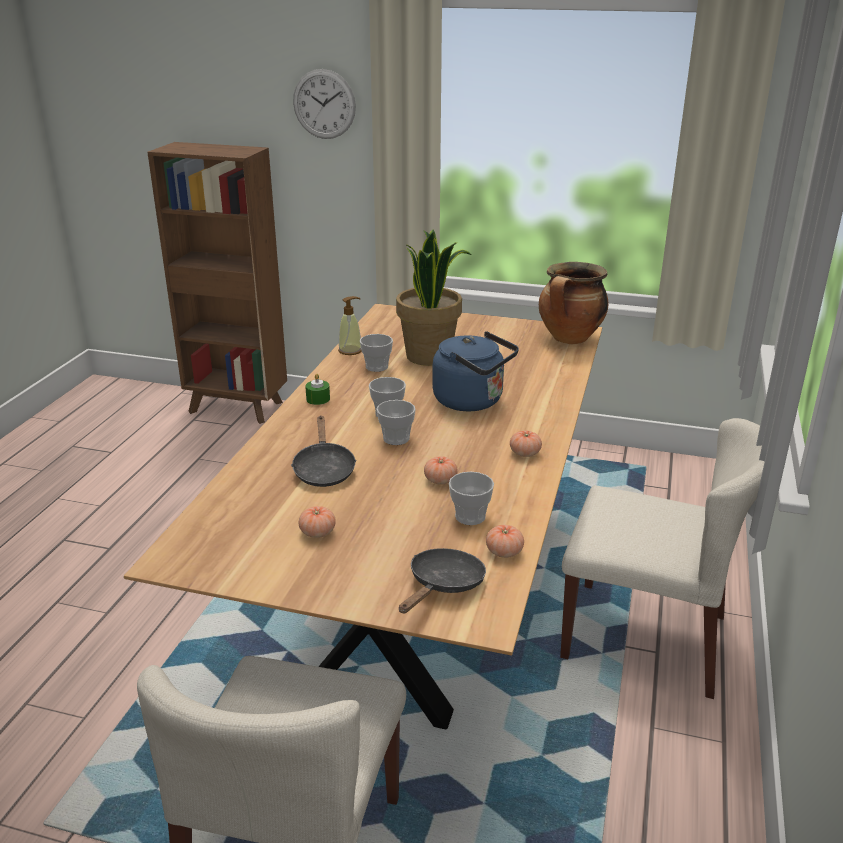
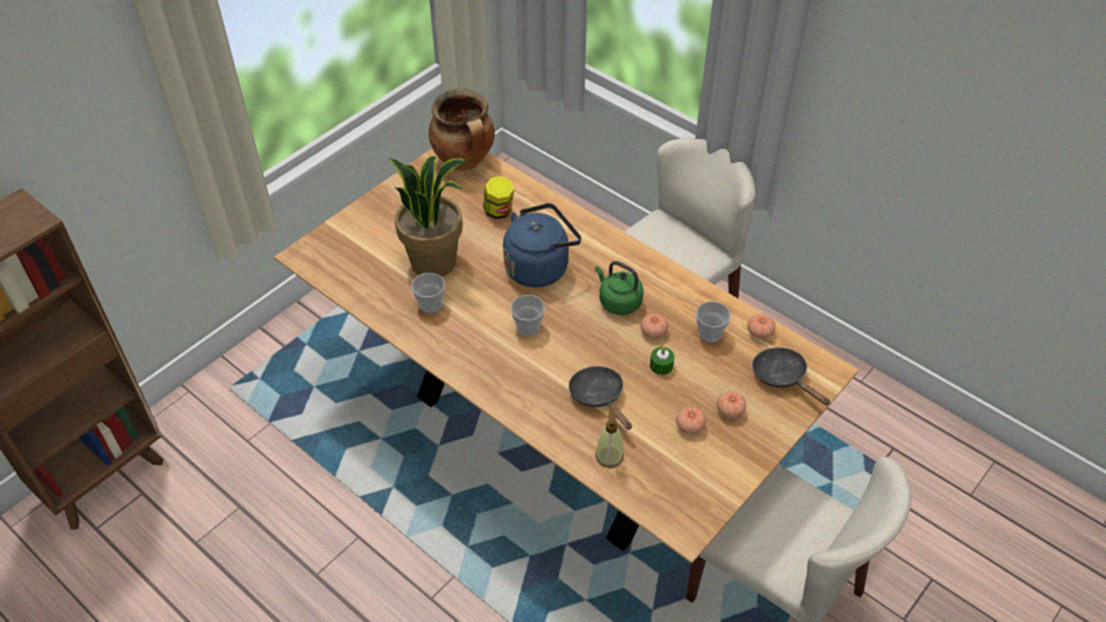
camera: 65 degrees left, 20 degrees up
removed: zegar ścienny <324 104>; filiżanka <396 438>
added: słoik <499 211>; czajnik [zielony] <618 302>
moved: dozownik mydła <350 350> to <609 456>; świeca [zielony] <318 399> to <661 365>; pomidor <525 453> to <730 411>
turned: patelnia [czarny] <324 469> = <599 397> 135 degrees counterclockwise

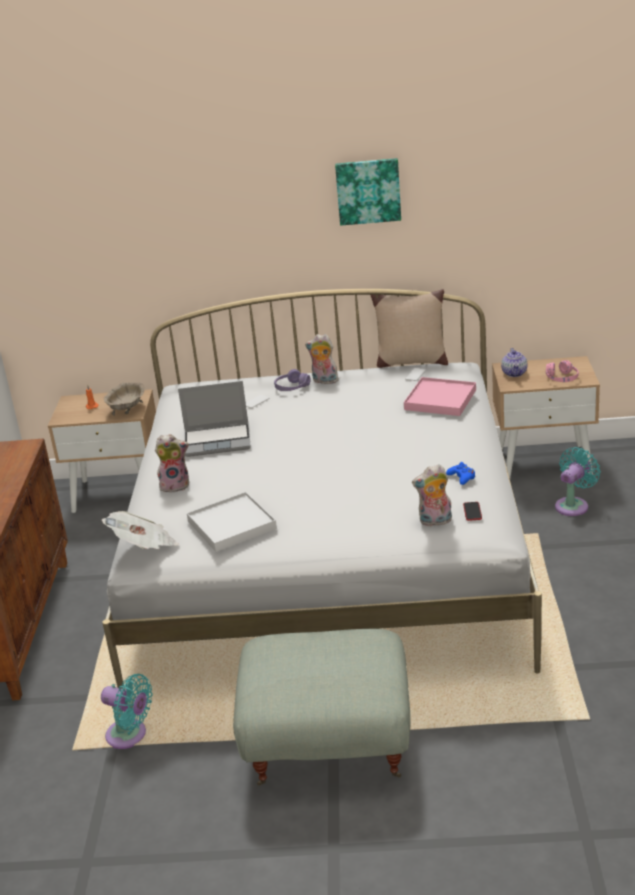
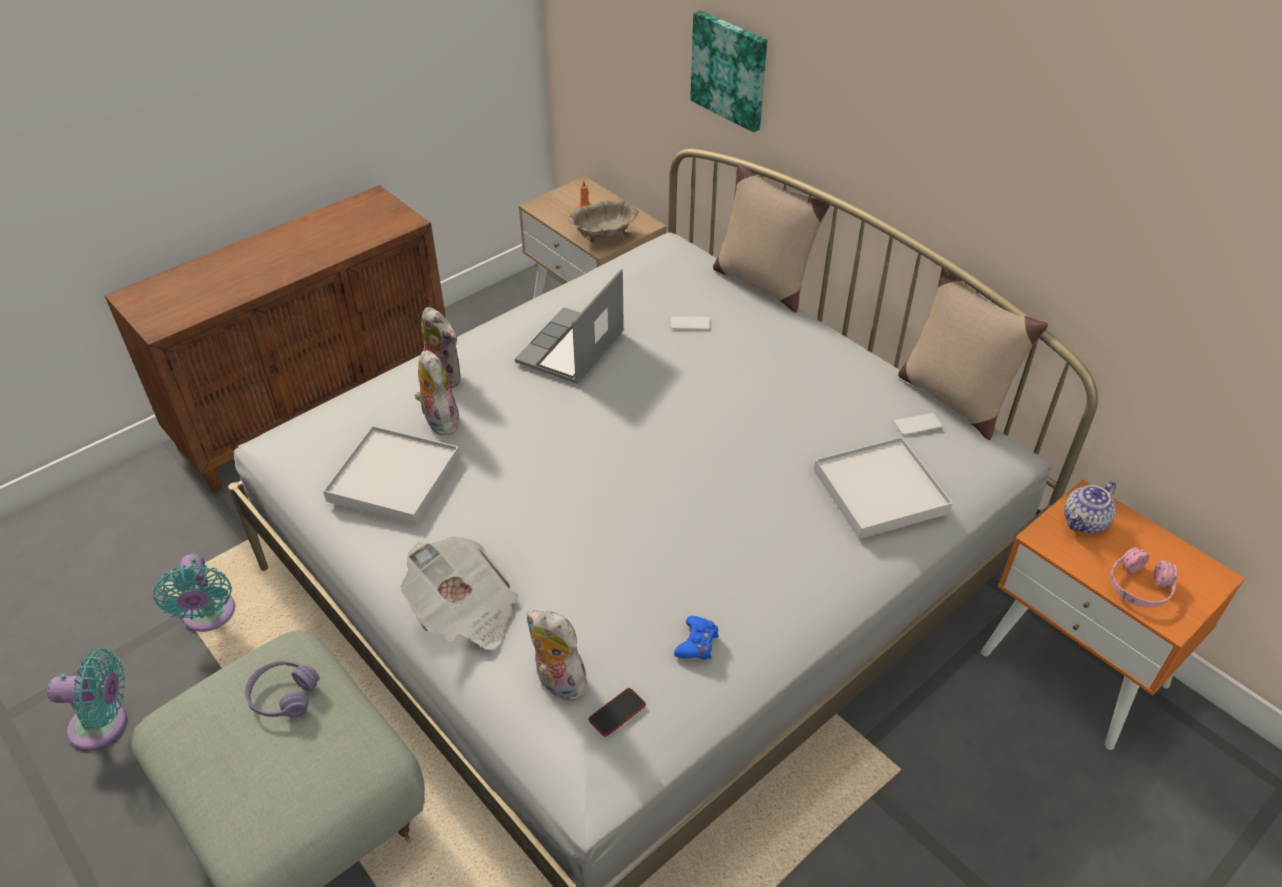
camera: 45 degrees right, 15 degrees up
added: poduszka [beżowy] <762 282>
moved: obraz <368 191> to <730 70>; pluszak <324 381> to <439 421>; słuchawki [fioletowy] <292 387> to <284 696>; wentylator [turkusowy] <573 505> to <104 725>; gazeta <144 546> to <464 612>
recoloured: szafka nocna [beżowy] <544 462> to szafka nocna [pomarańczowy] <1075 668>; taca [różowy] <440 400> to taca [biały] <880 491>
turned: laptop <218 441> = <571 349> 75 degrees clockwise

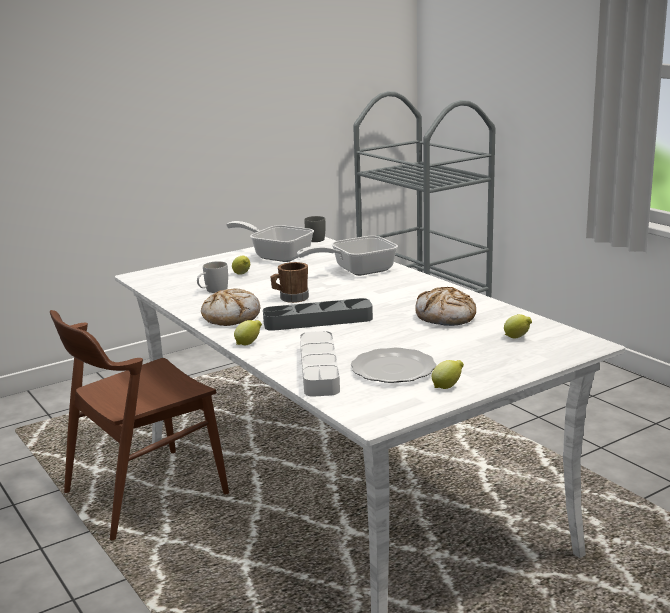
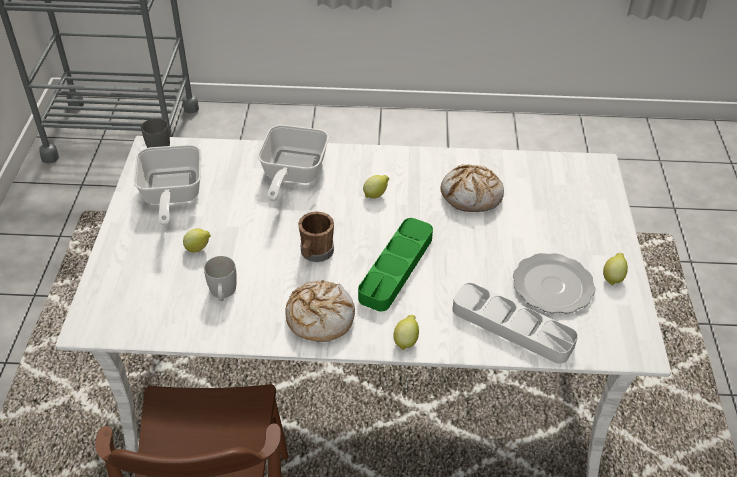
camera: 55 degrees left, 25 degrees up
moved: cytryna <517 338> to <376 195>
recoloured: taca [szary] <318 320> to taca [zielony] <396 268>
turned: patelnia <277 255> = <171 196> 75 degrees counterclockwise

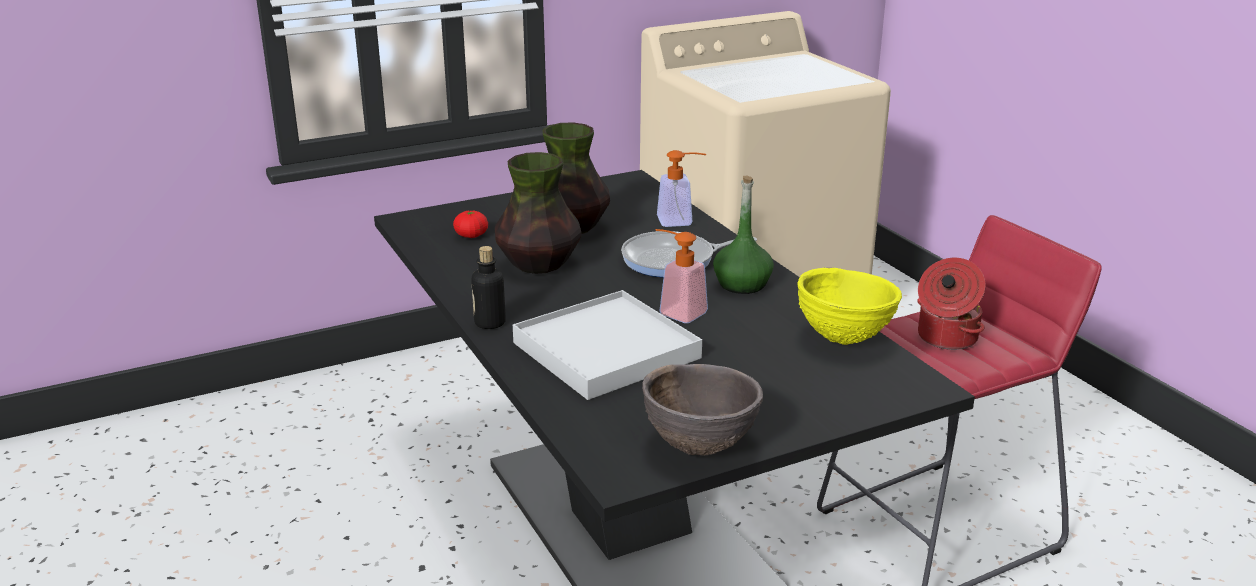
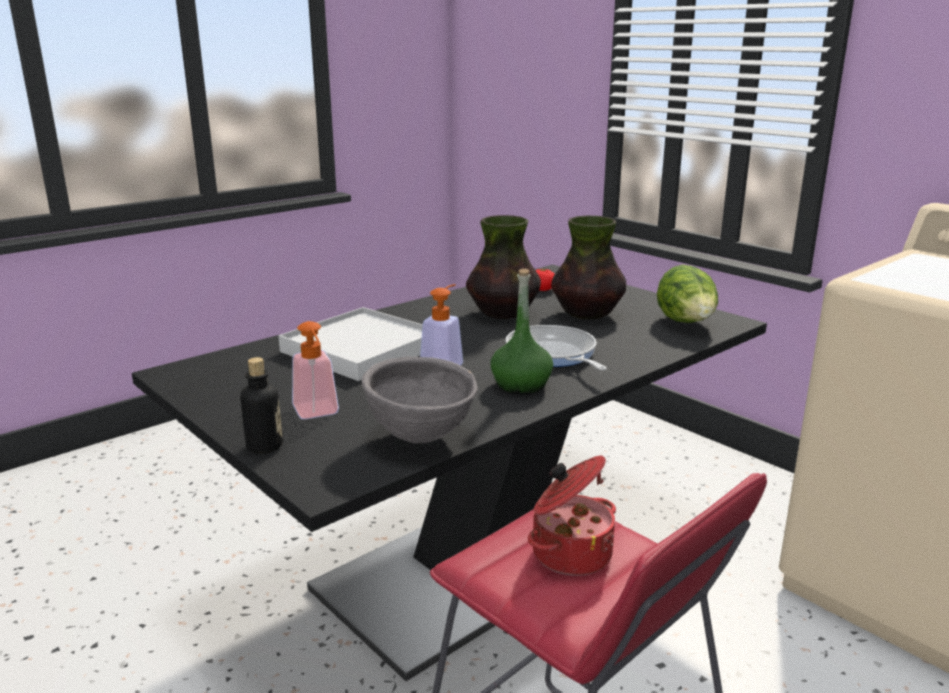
camera: 75 degrees right, 5 degrees down
removed: miska [brązowy] <700 447>
added: sałata <686 323>
moved: dozownik mydła <681 221> to <317 414>; butelka <490 323> to <264 446>
recoloured: miska [żółty] <844 339> to miska [szary] <421 438>

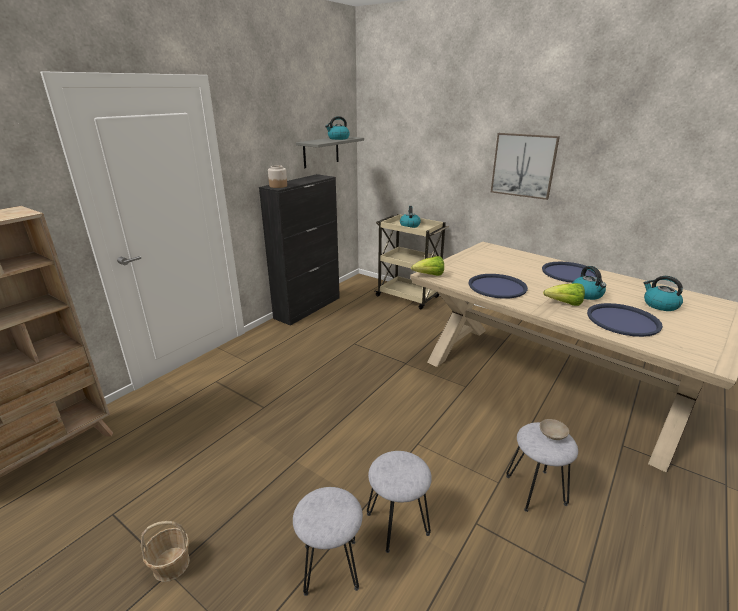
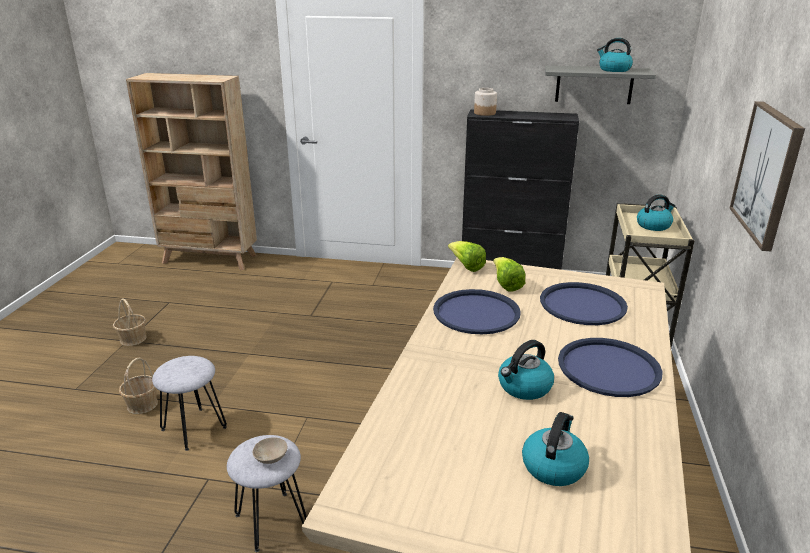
camera: 65 degrees right, 0 degrees up
moved: sałata <564 304> to <506 285>; taca [niebieski] <623 320> to <582 305>
replaced: stołek [szary] <330 567> to koszyk <142 405>

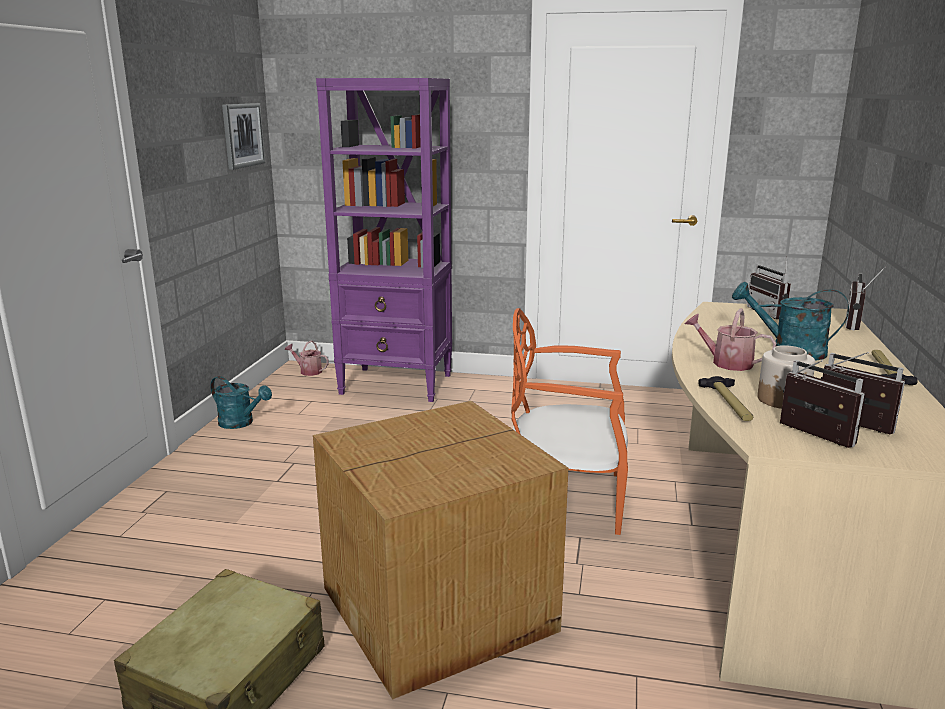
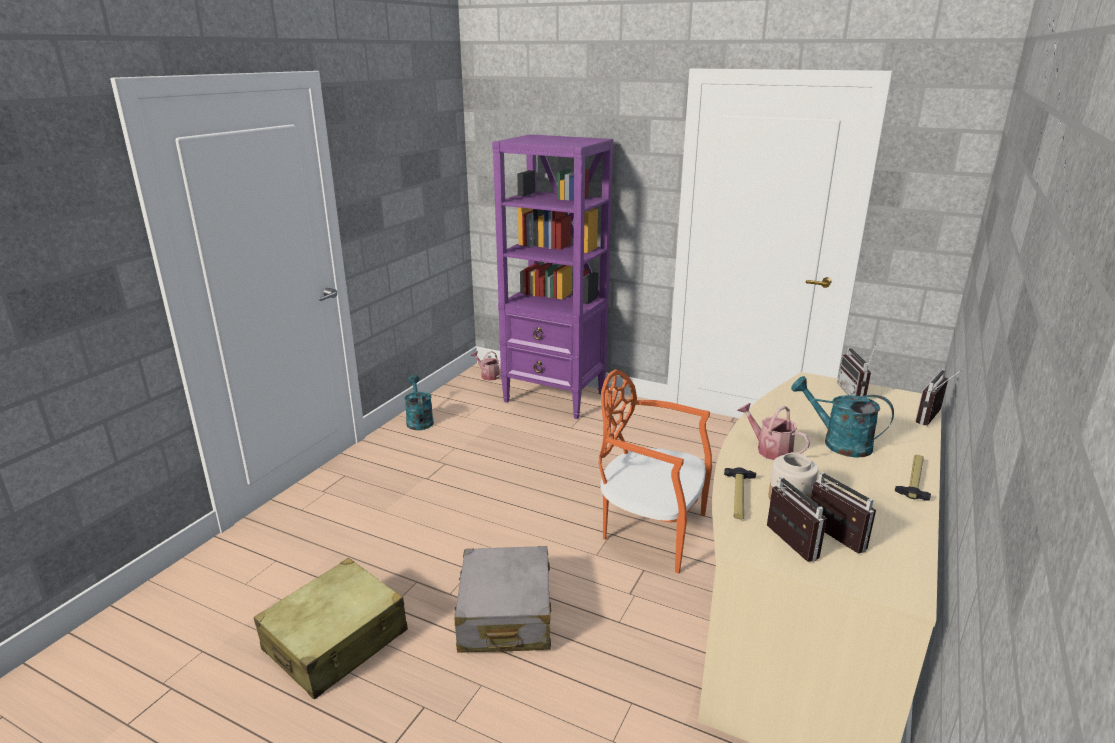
camera: 15 degrees right, 5 degrees up
removed: obraz <242 135>
replaced: karton <441 609> to walizka [szary] <505 615>
turned: konewka [turkusowy] <241 423> = <419 420> 150 degrees counterclockwise

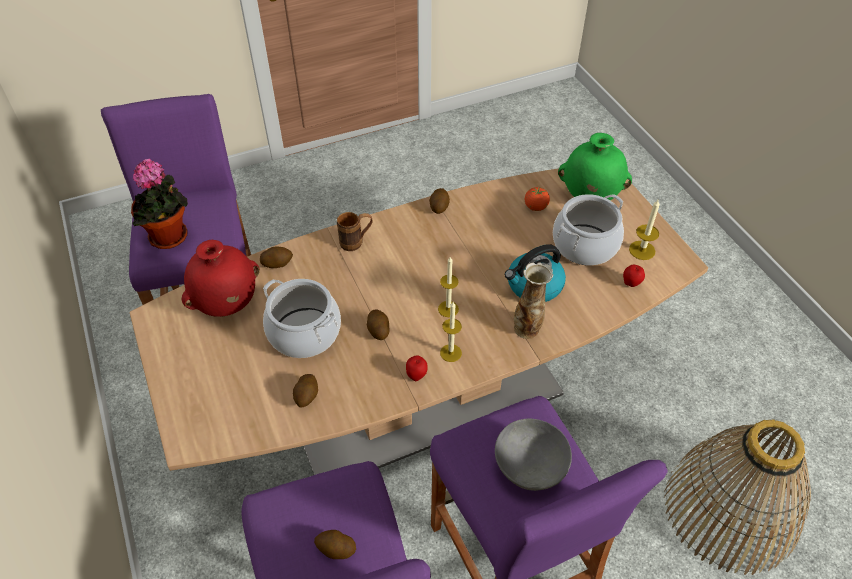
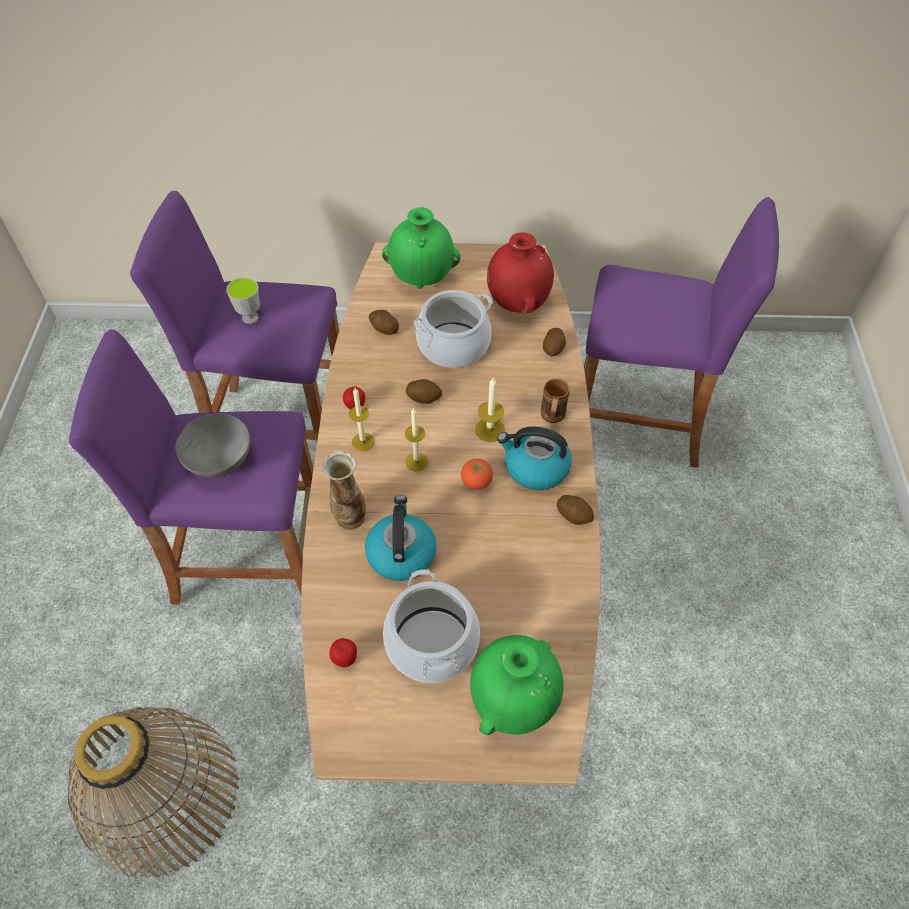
camera: 115 degrees right, 5 degrees up
removed: roślina doniczkowa <171 238>
added: wazon [zielony] <422 279>; czajnik <535 468>
moved: pomidor <535 207> to <476 482>; świeca <642 250> to <490 430>
replaced: ziemniak <336 549> to filiżanka <250 317>

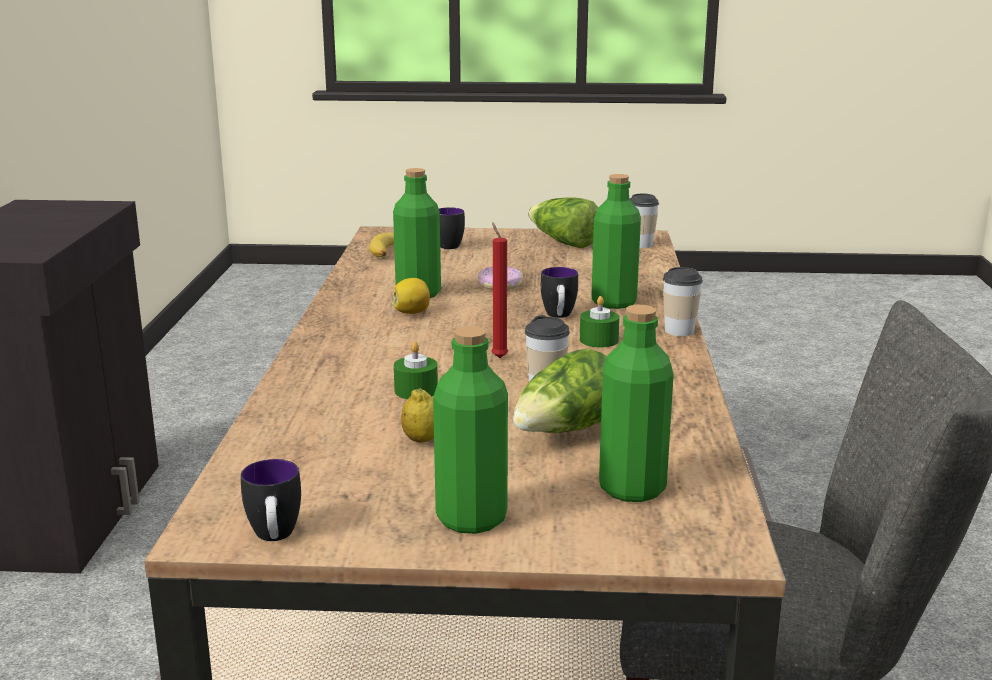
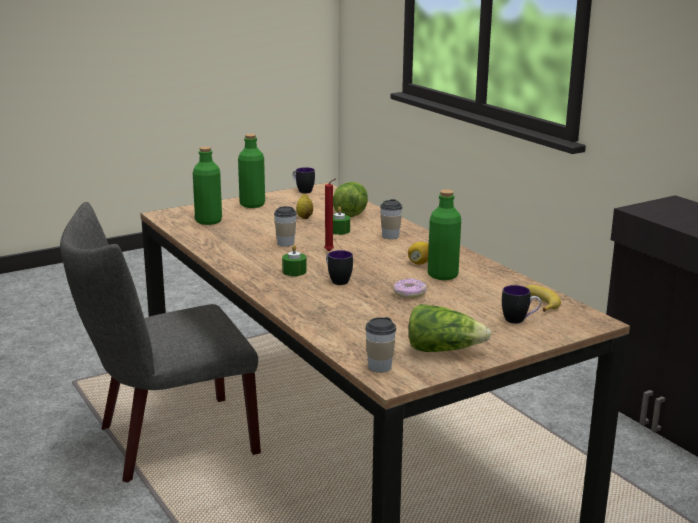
camera: 145 degrees right, 0 degrees up
removed: butelka [zielony] <614 302>
moved: filiżanka <679 331> to <390 236>; sałata <567 431> to <350 211>

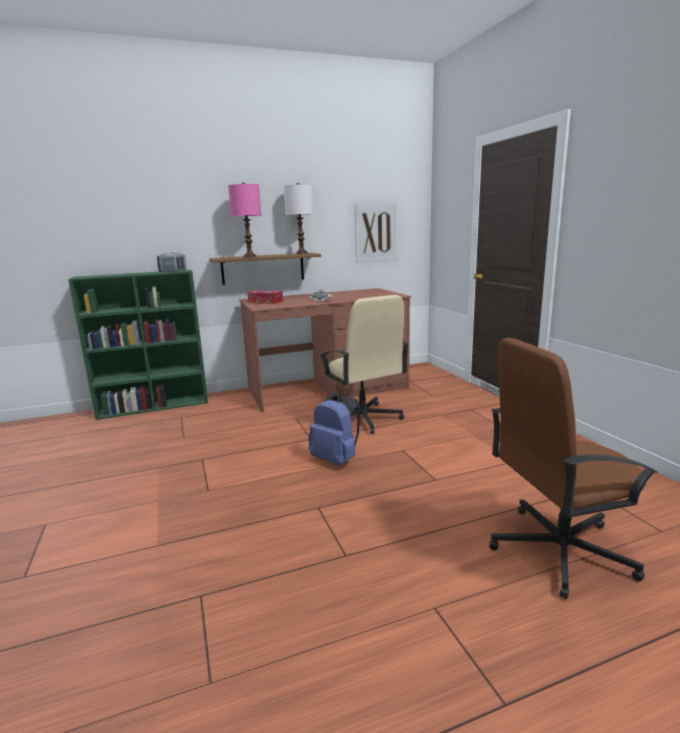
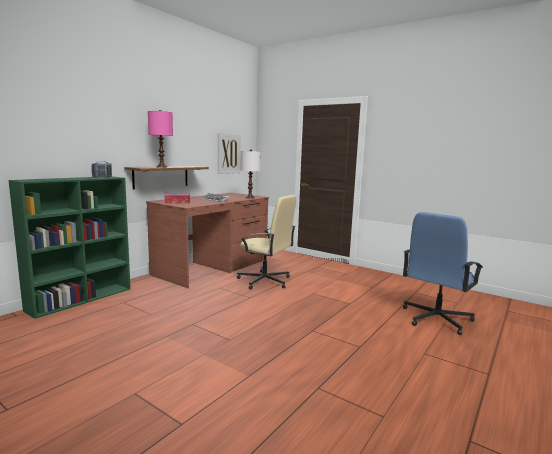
camera: 35 degrees left, 5 degrees down
removed: plecak [niebieski] <336 459>
moved: lampa stołowa [biały] <301 253> to <249 197>
recoloured: krzesło biurowe [brązowy] <557 550> to krzesło biurowe [niebieski] <435 319>

